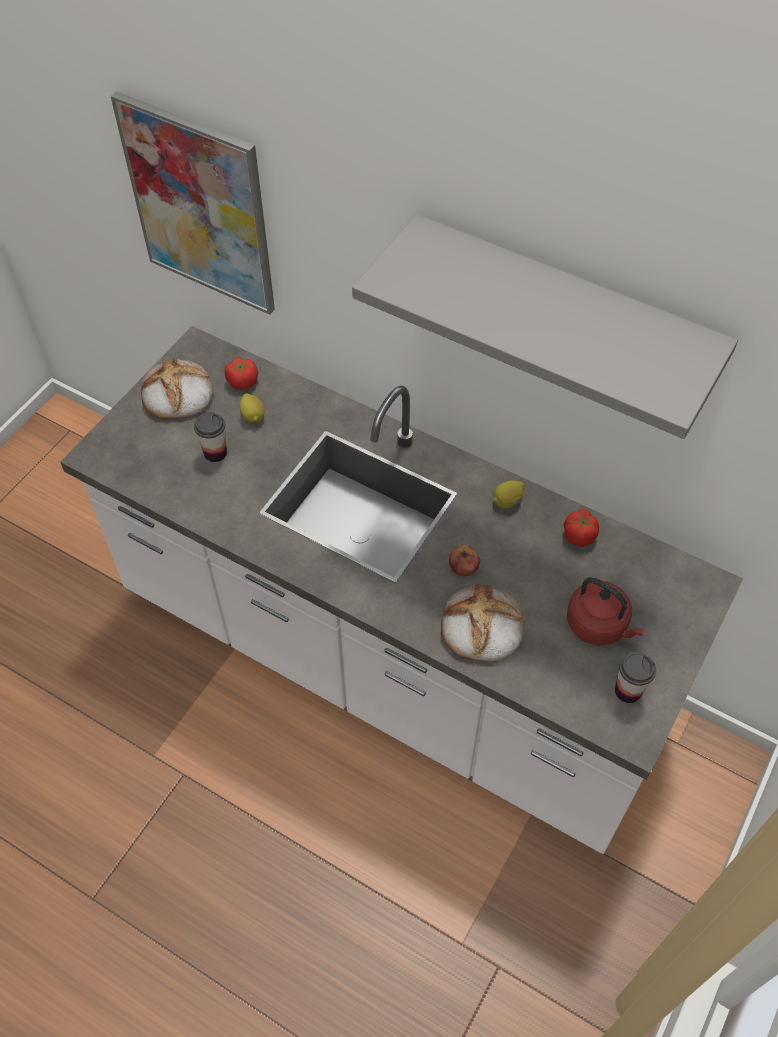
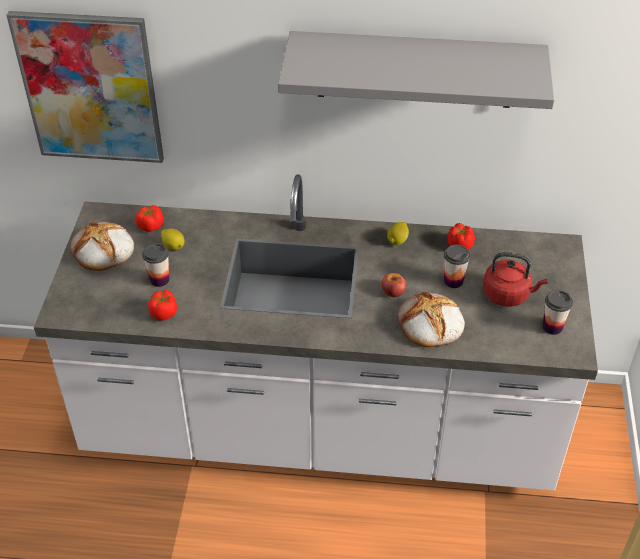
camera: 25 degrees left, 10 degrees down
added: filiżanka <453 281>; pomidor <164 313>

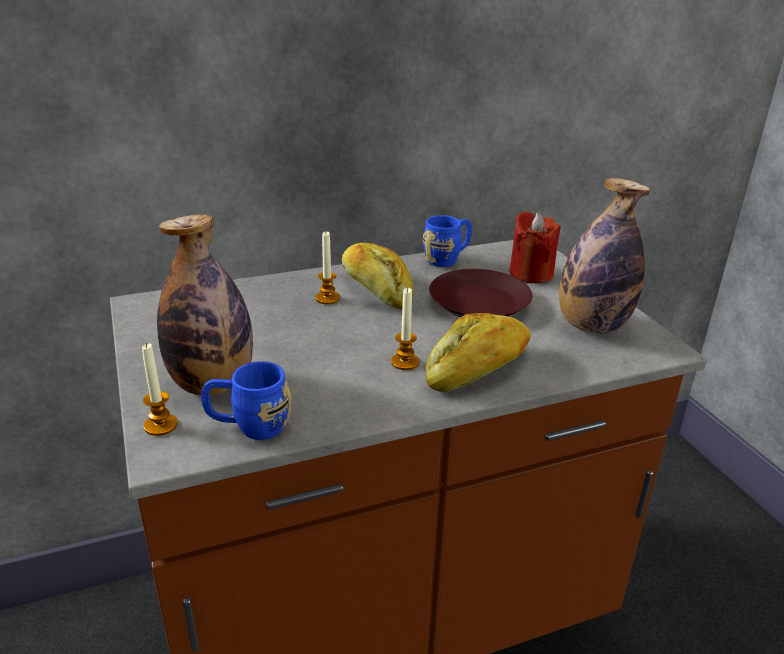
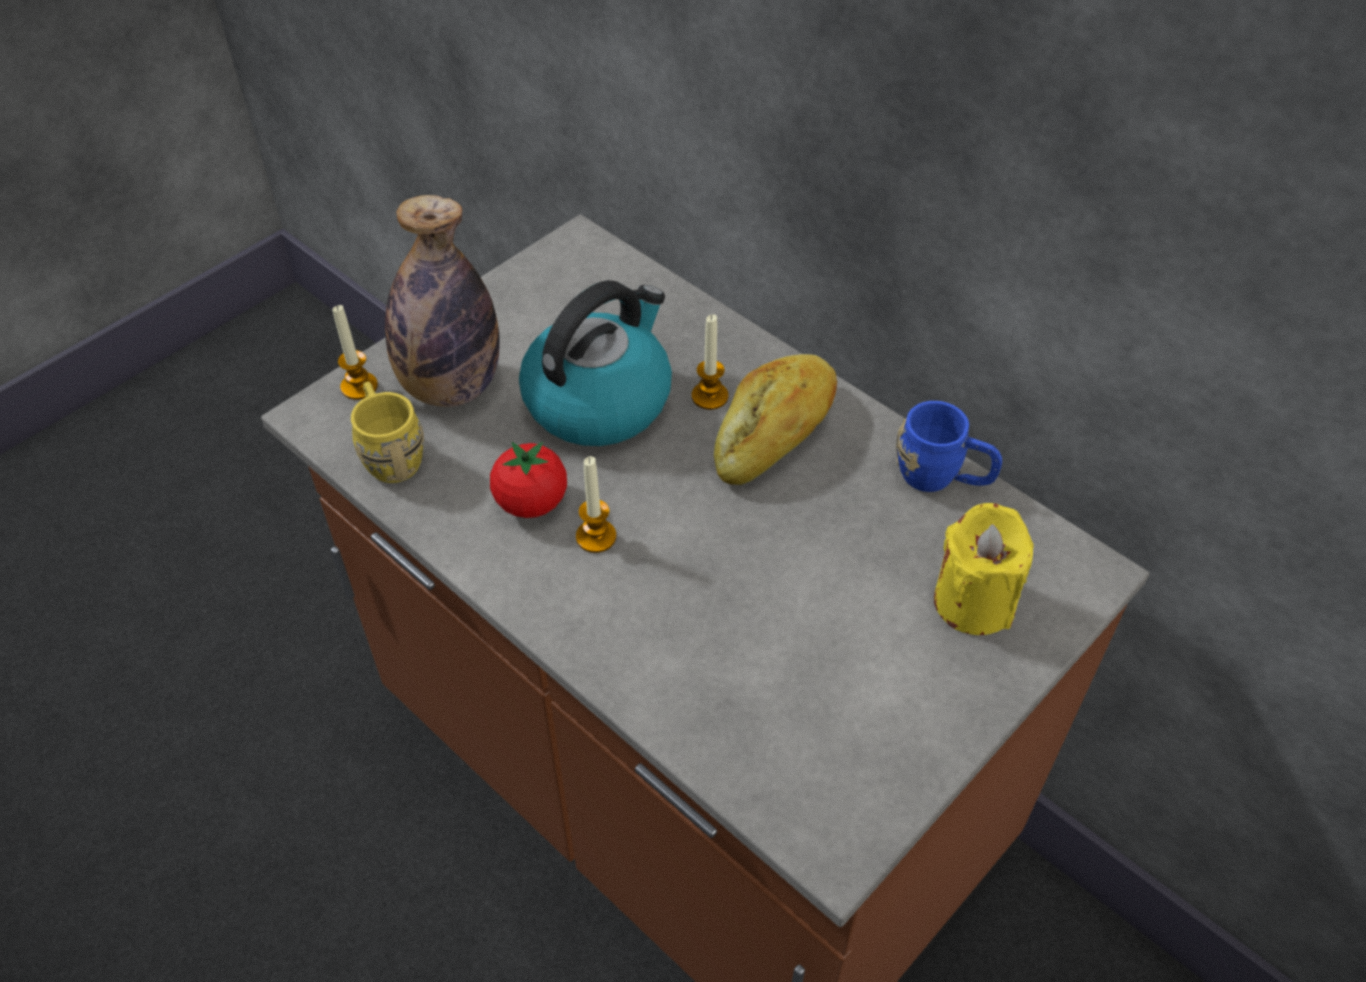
camera: 65 degrees right, 20 degrees up
removed: butelka <591 326>; talerz [brązowy] <479 304>; chleb <478 369>
added: czajnik <599 400>; pomidor <531 502>
recoloured: świeca [czerwony] <531 273> to świeca [żółty] <974 601>; kubek [niebieski] <249 426> to kubek [żółty] <390 453>

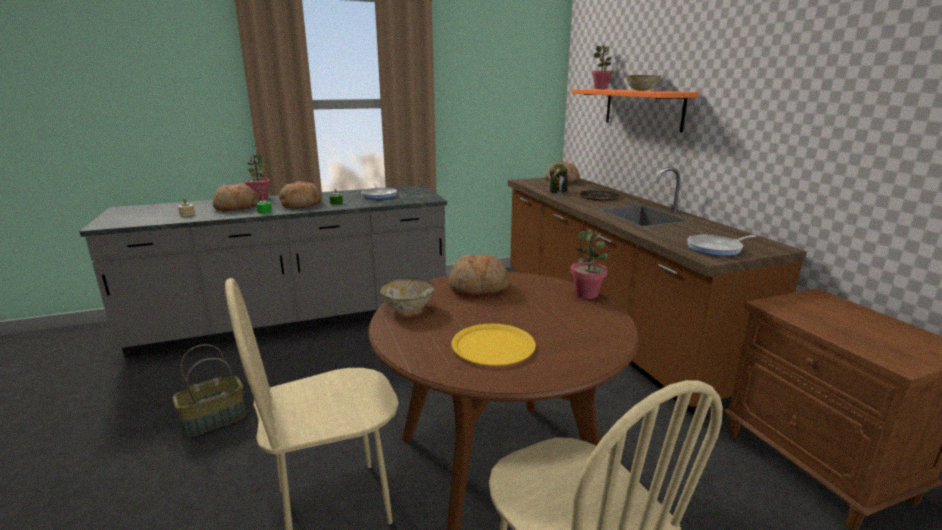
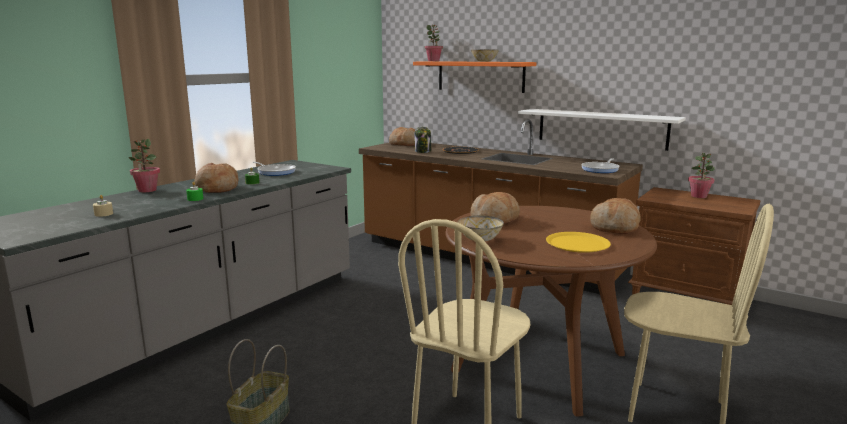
camera: 35 degrees left, 5 degrees down
added: półka [biały] <601 128>
moved: chleb <236 207> to <615 227>; roślina doniczkowa <587 294> to <699 196>

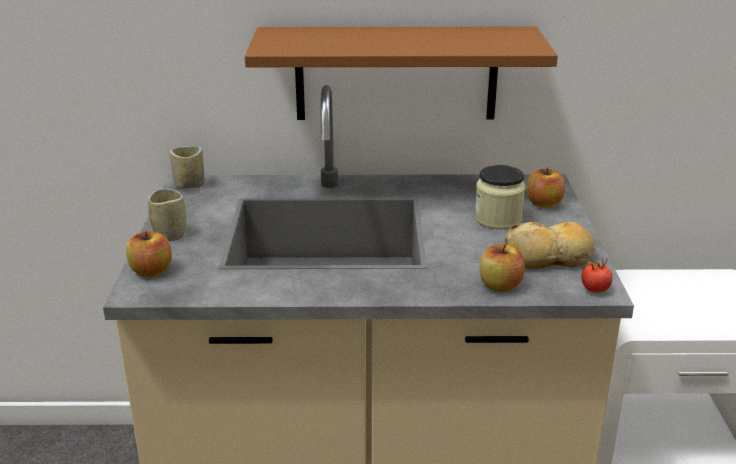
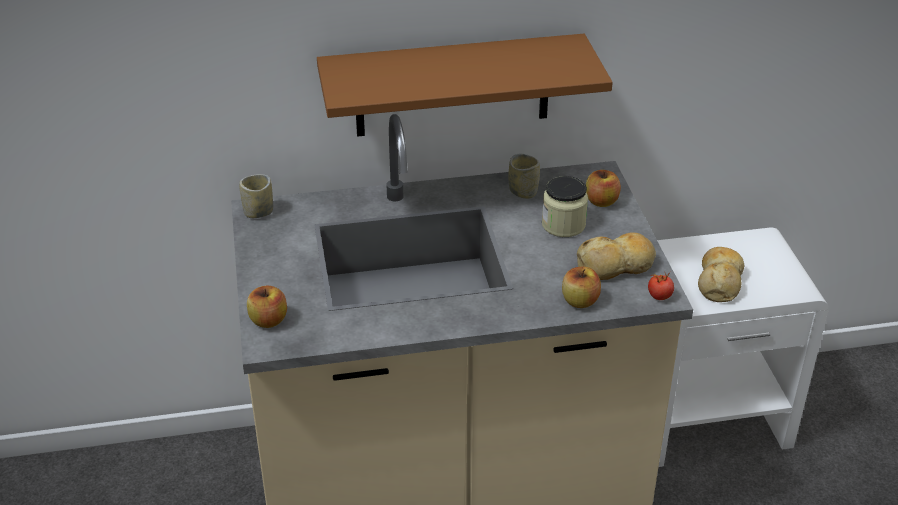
camera: 10 degrees left, 10 degrees up
added: chleb <719 281>
moved: filiżanka <170 234> to <523 192>

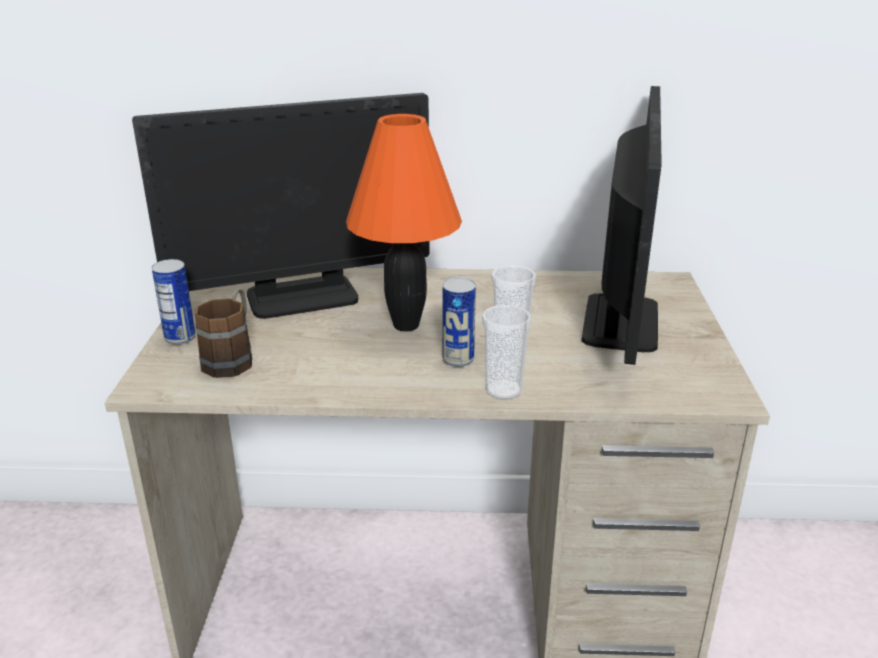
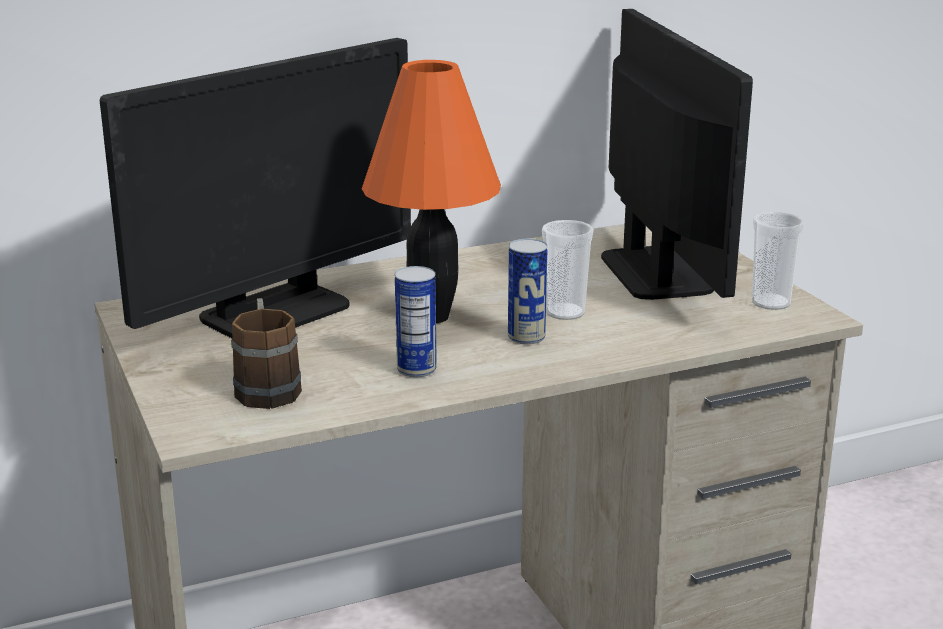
camera: 25 degrees left, 5 degrees down
moved: puszka <180 338> to <416 369>; filiżanka <503 390> to <770 303>

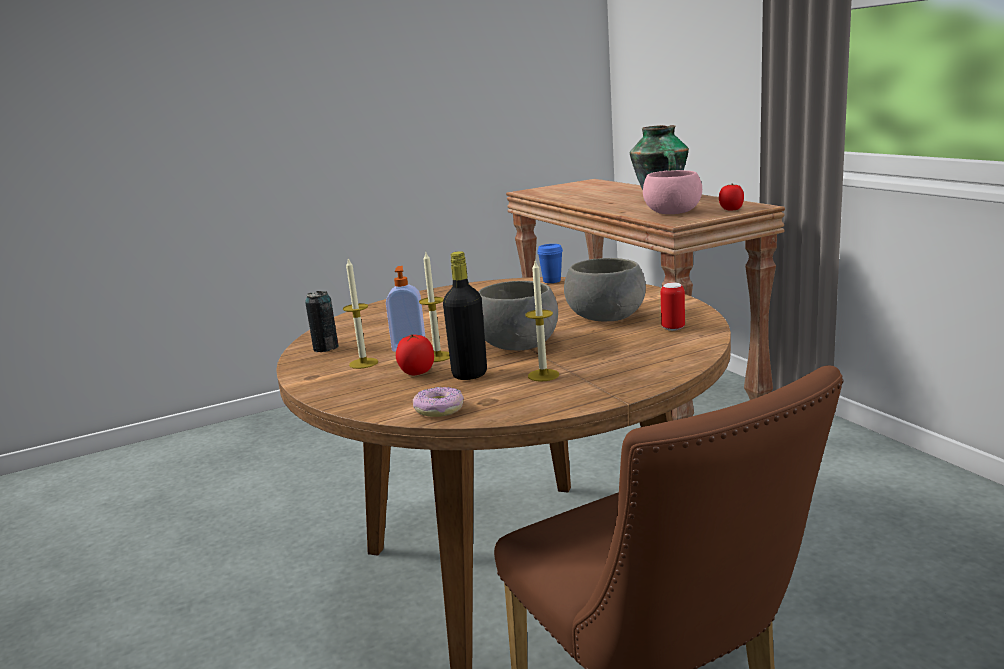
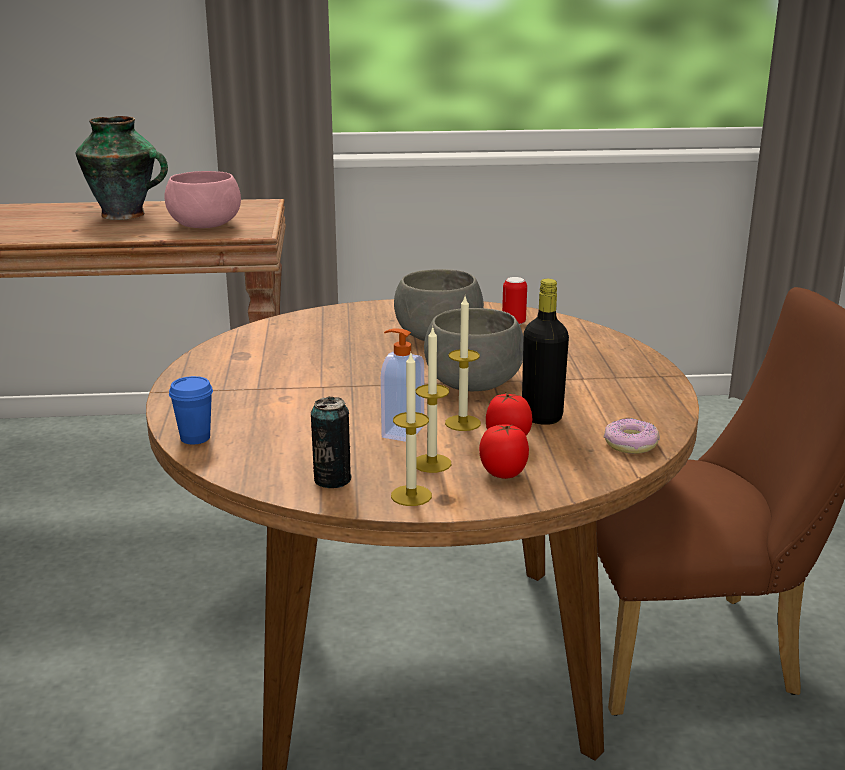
camera: 70 degrees left, 5 degrees up
moved: pomidor <731 210> to <503 473>; filiżanka [niebieski] <552 281> to <195 438>; świeca <543 375> to <411 495>

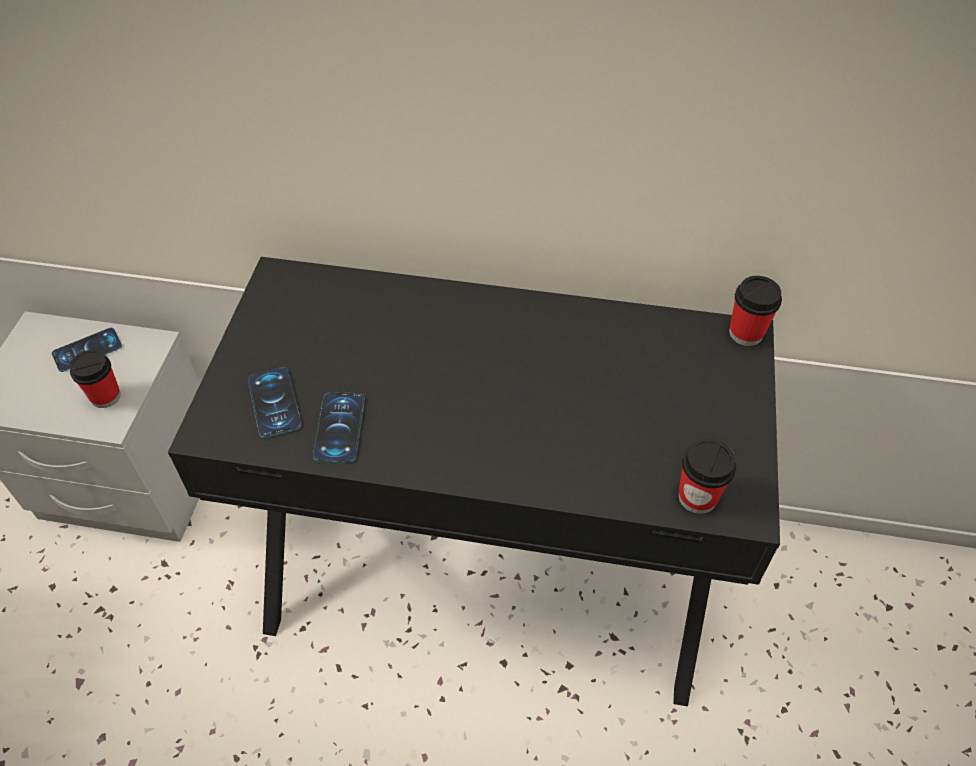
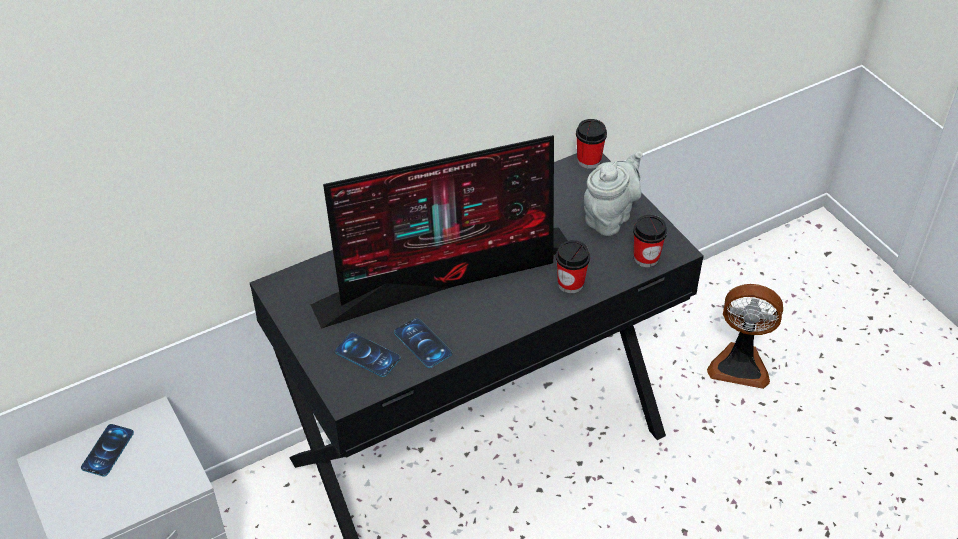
camera: 40 degrees left, 5 degrees down
added: monitor <448 275>; imbryk [szary] <610 217>; wentylator <740 364>
moved: filiżanka <105 396> to <570 284>

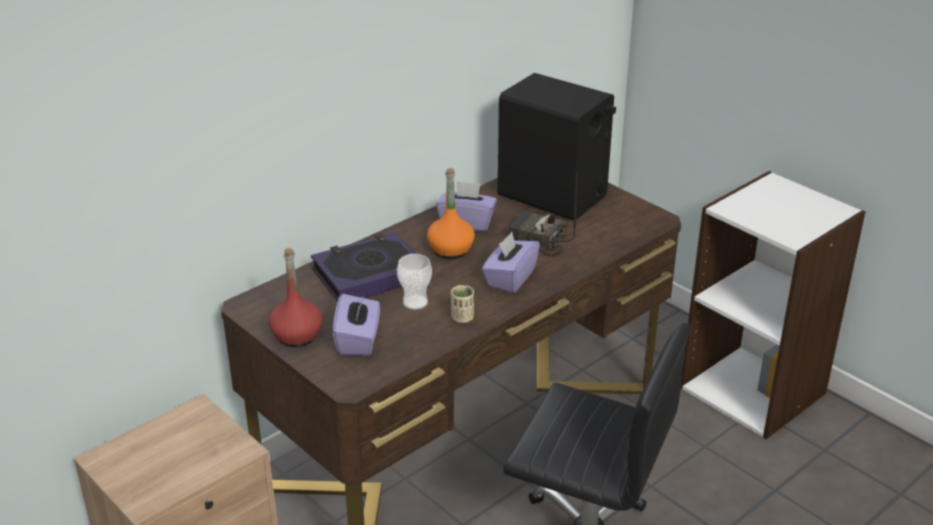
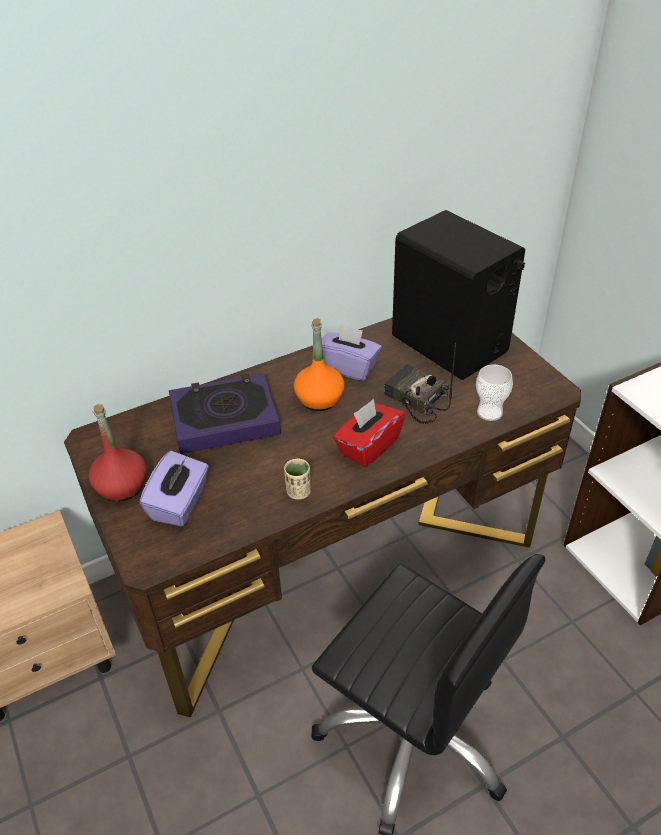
camera: 15 degrees right, 10 degrees up
moved: filiżanka <415 302> to <489 412>
recoloured: pudełko chusteczek [fioletowy] <510 278> to pudełko chusteczek [czerwony] <368 446>

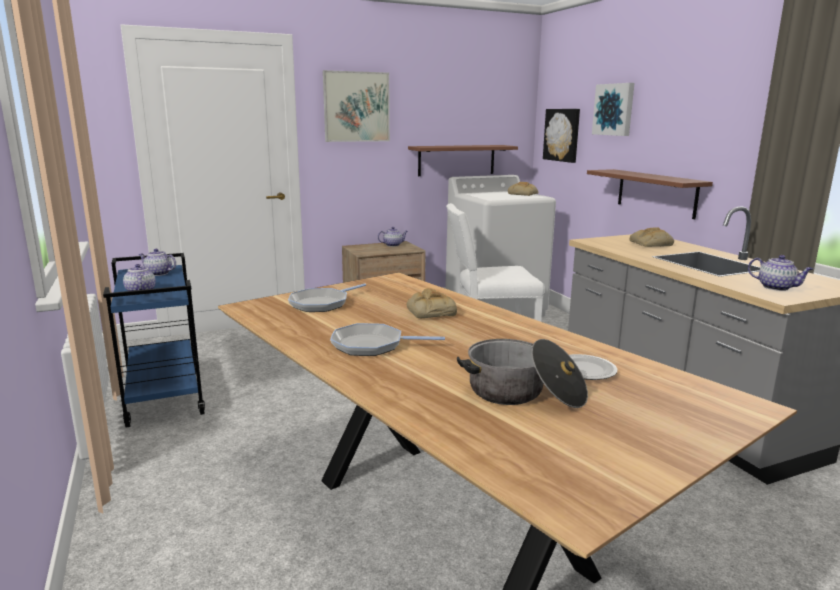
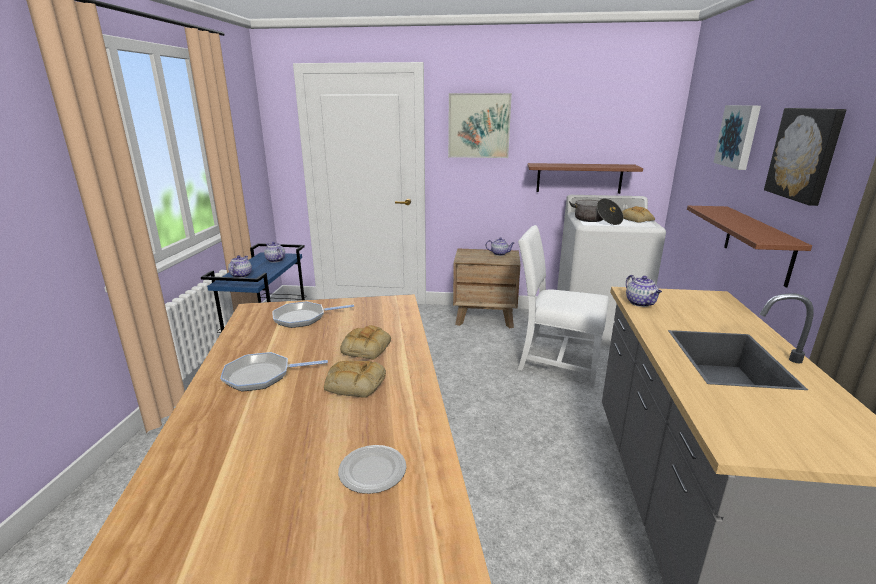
camera: 30 degrees right, 5 degrees up
moved: obraz <562 135> to <805 154>; chleb <650 244> to <354 384>; imbryk <777 287> to <641 303>; garnek <524 394> to <596 220>
turned: patelnia <372 345> = <262 376> 45 degrees counterclockwise

